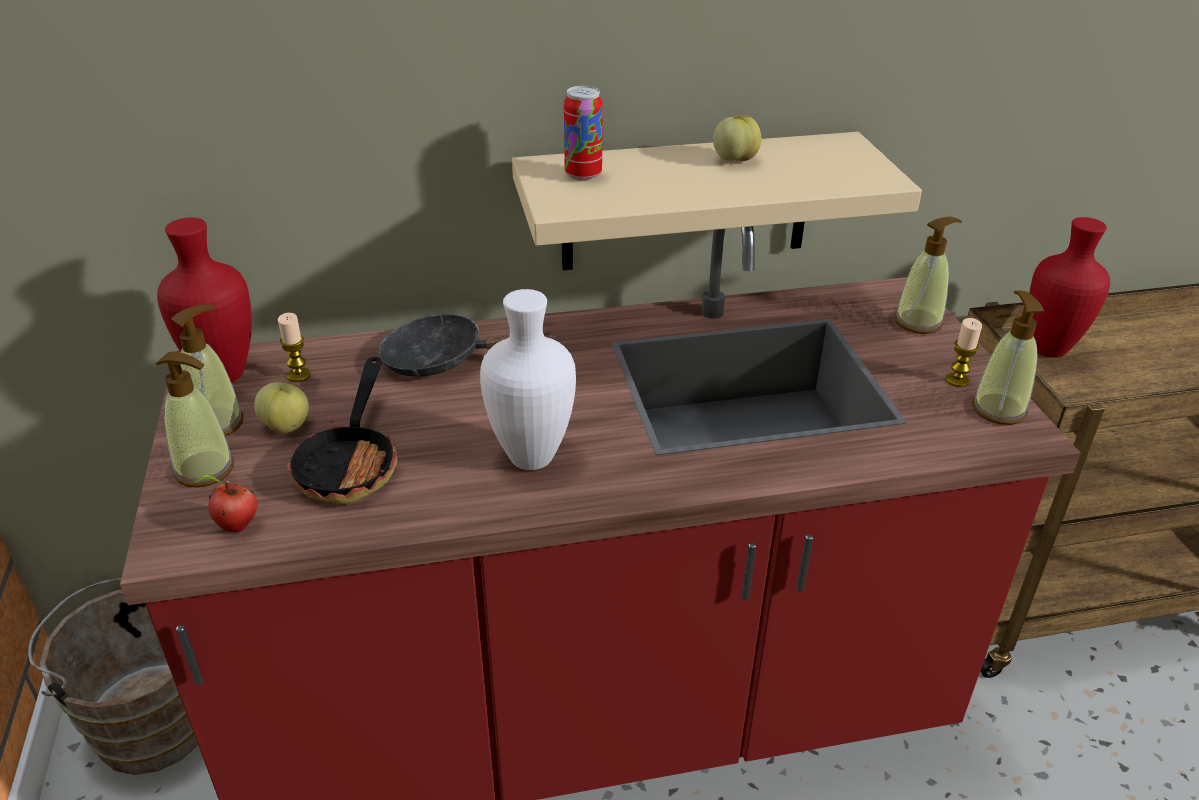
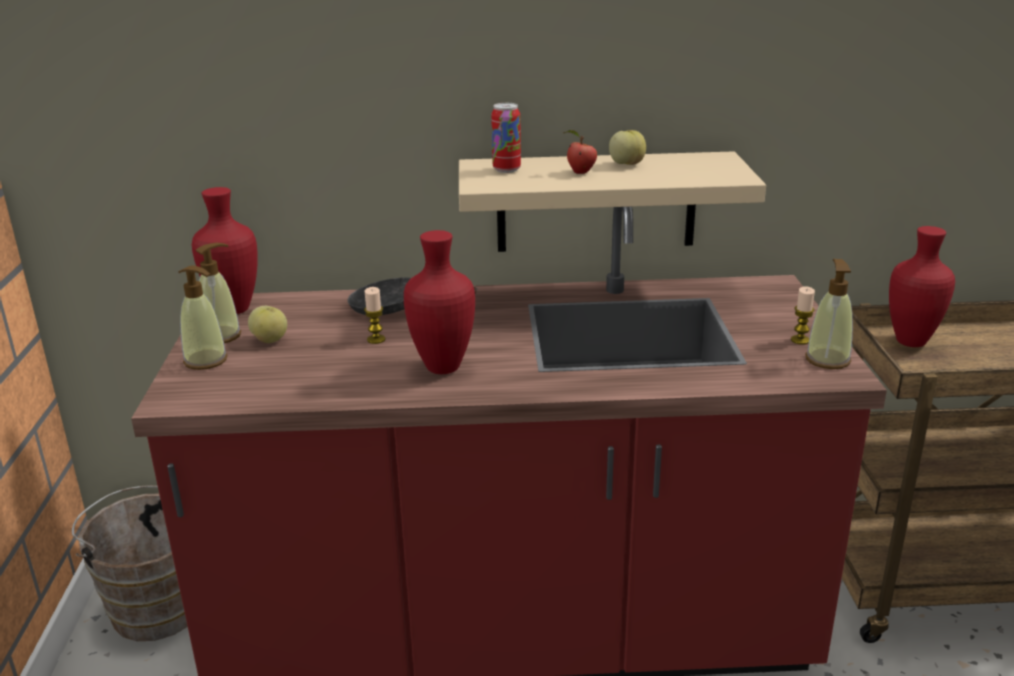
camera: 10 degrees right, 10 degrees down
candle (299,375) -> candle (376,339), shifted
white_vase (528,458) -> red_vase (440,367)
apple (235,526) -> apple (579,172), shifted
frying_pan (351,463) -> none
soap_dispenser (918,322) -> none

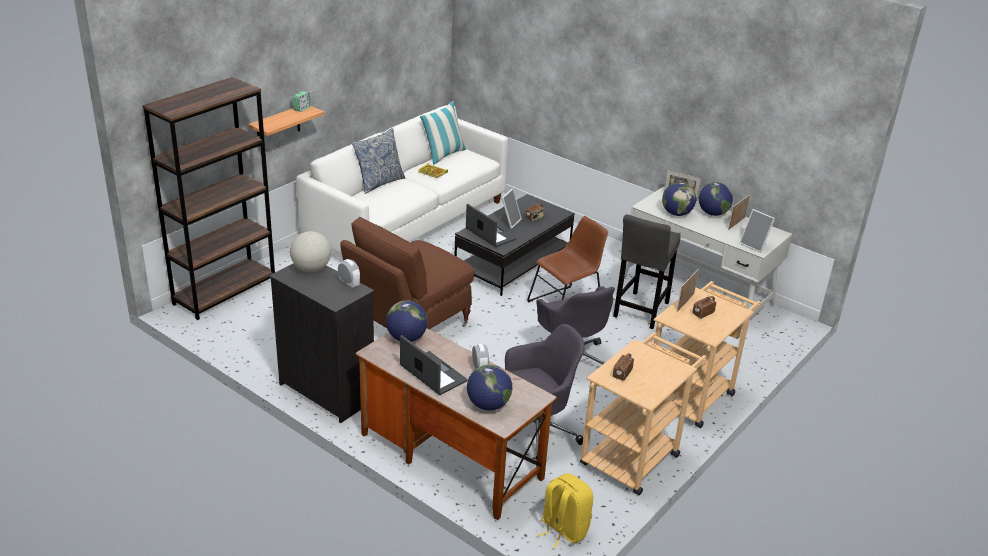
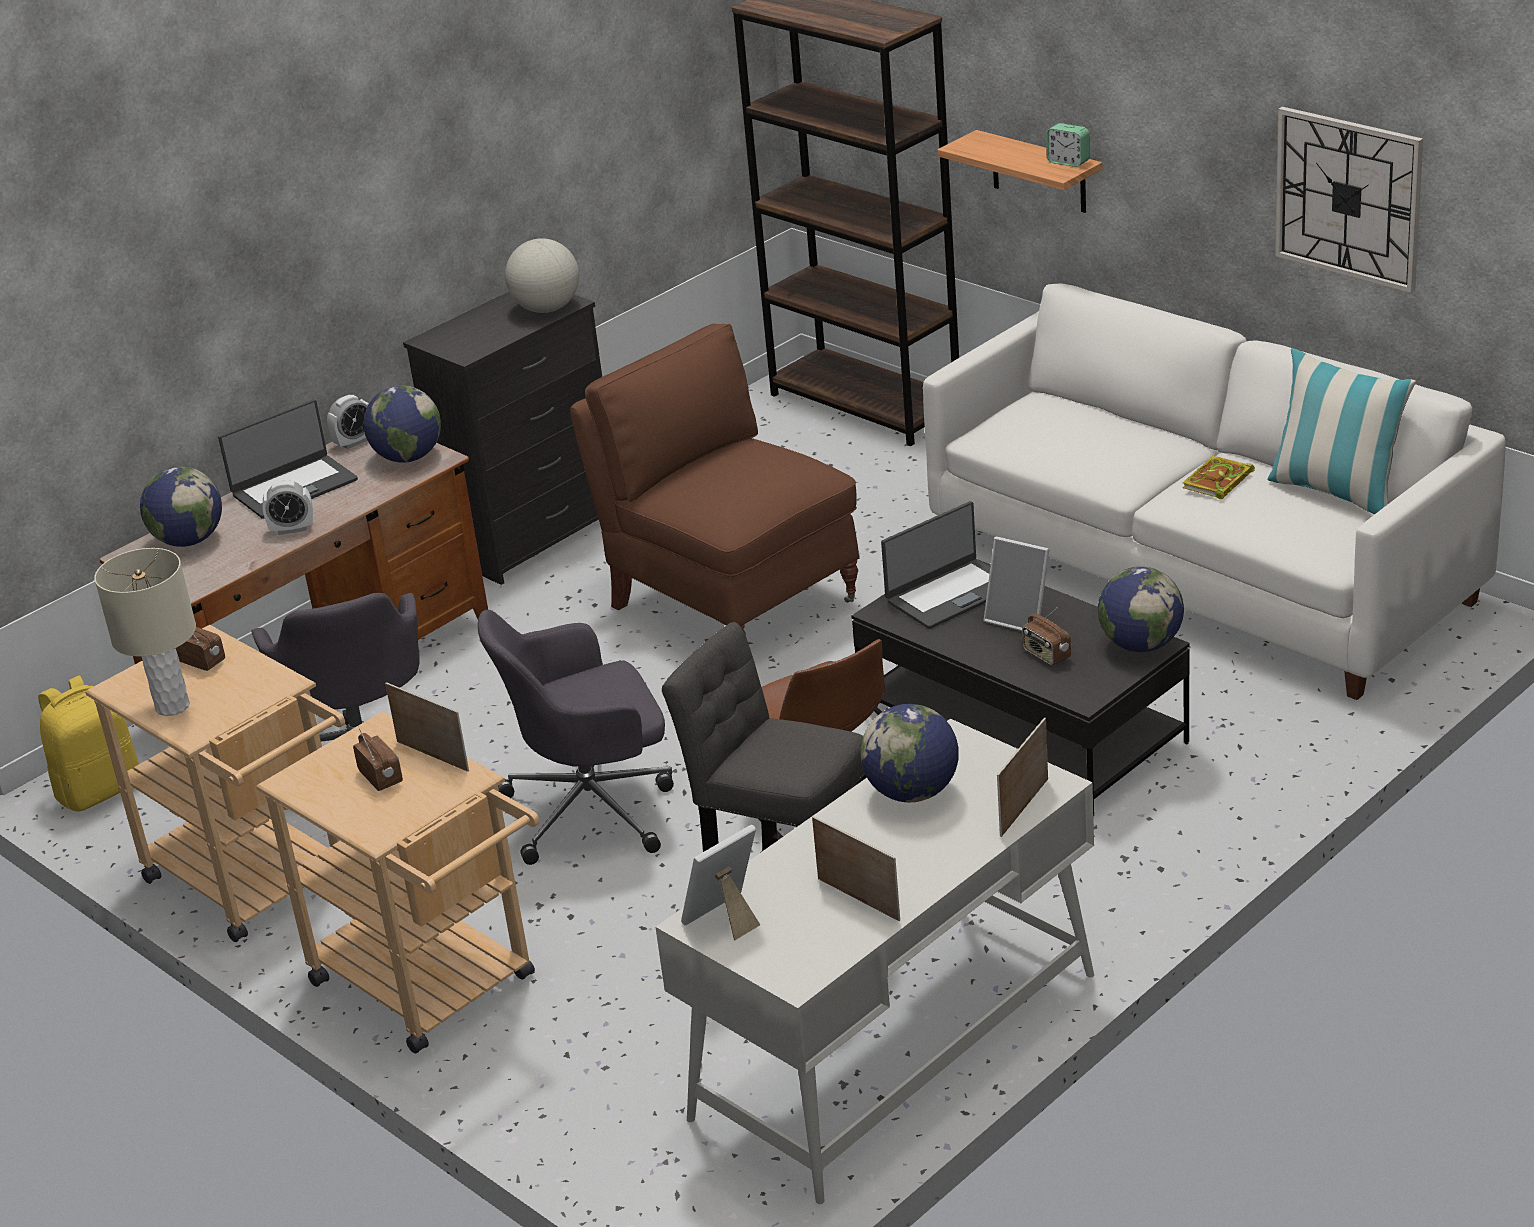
camera: 100 degrees right, 0 degrees up
none -> beige_table_lamp (172,707)
alarm_clock (349,284) -> alarm_clock (355,442), shifted
globe (712,213) -> globe (1141,645), shifted
none -> wall_clock (1348,198)
pillow (379,183) -> none

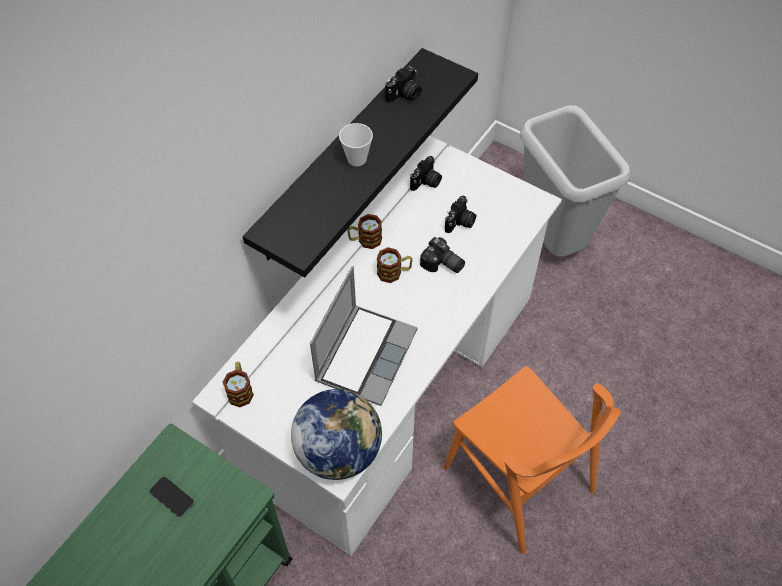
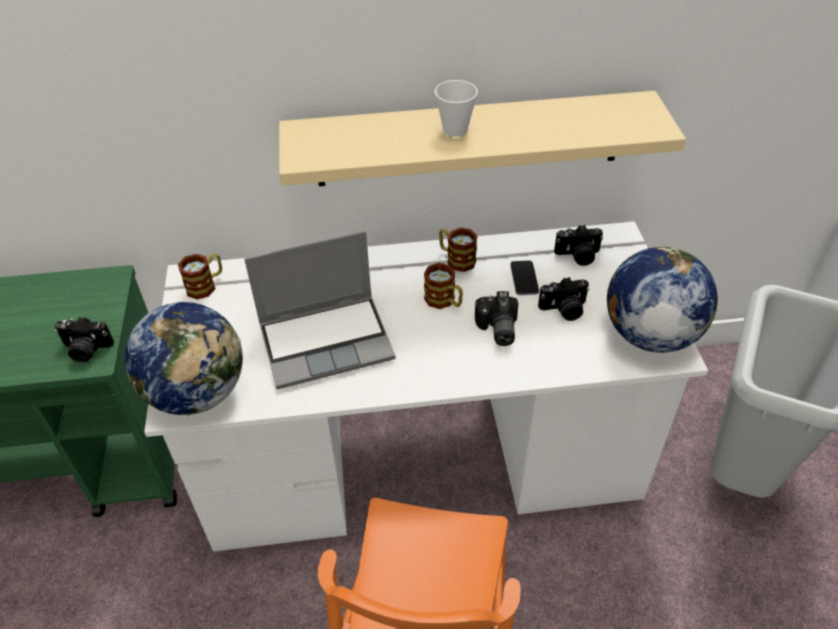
camera: 50 degrees right, 10 degrees down
photo_camera (405,95) -> photo_camera (86,350), shifted
black_shelf (340,156) -> beige_shelf (469,139)
phone (172,497) -> phone (524,279), shifted
none -> globe (649,334)

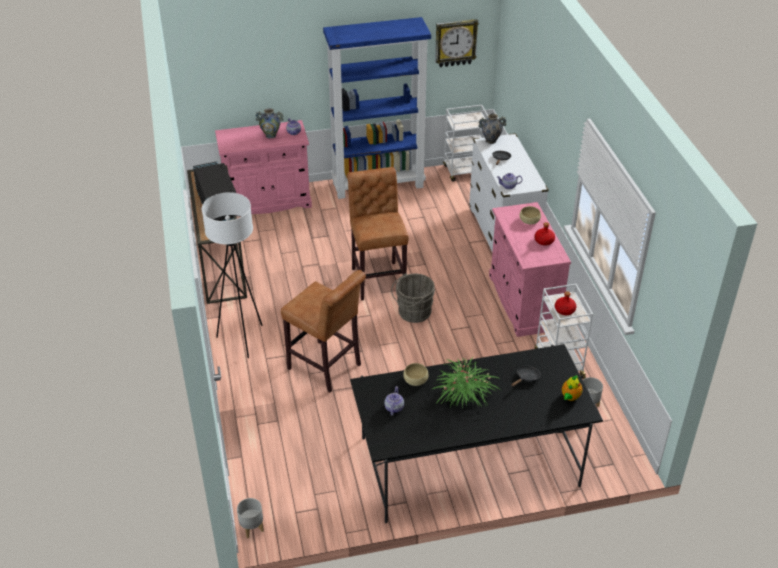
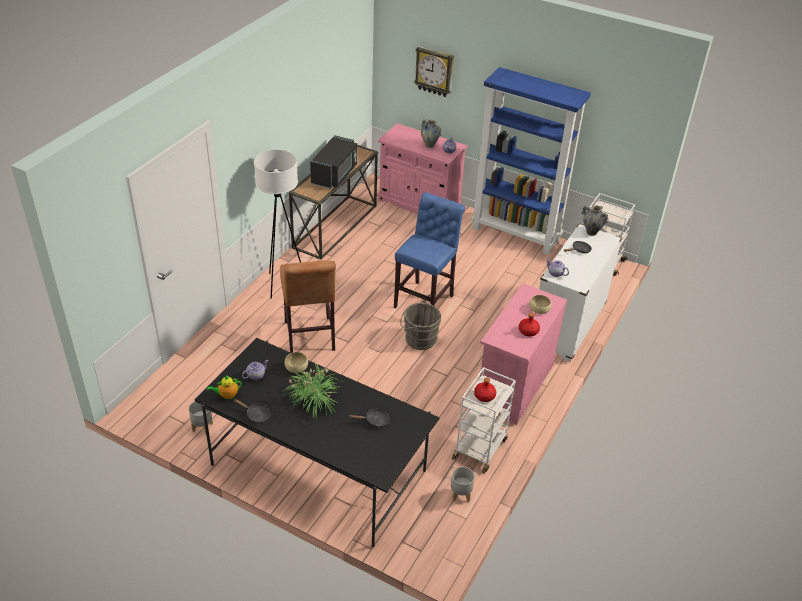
camera: 40 degrees right, 0 degrees up
grey_planter (252,528) -> grey_planter (202,427), shifted
teapot (570,397) -> teapot (227,395), shifted
none -> black_frying_pan (256,415)
brown_stool (378,278) -> blue_stool (425,300)
wall_clock (455,42) -> wall_clock (434,71), shifted

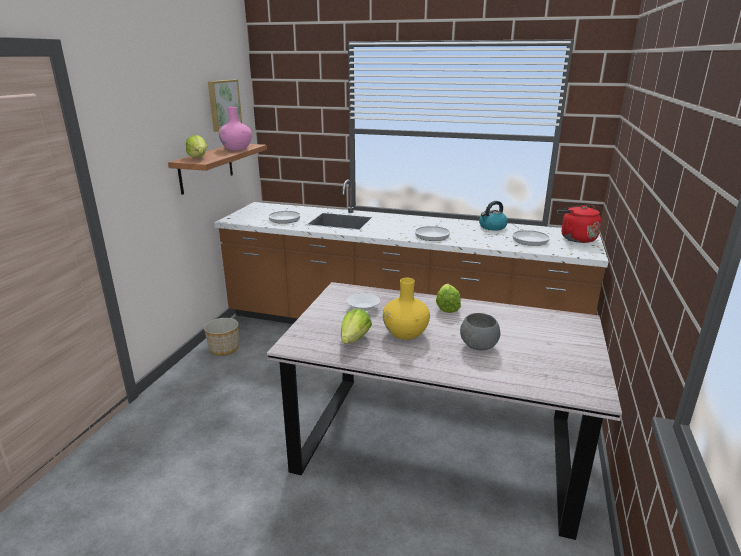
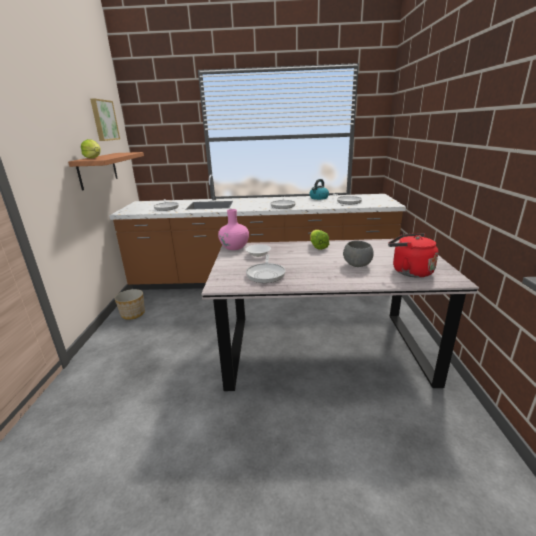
camera: 15 degrees left, 0 degrees up
pink_vase (236,149) -> pink_vase (234,247), shifted
lettuce (355,339) -> frying_pan (266,274)
red_kettle (576,238) -> red_kettle (409,271), shifted
yellow_vase (405,333) -> none

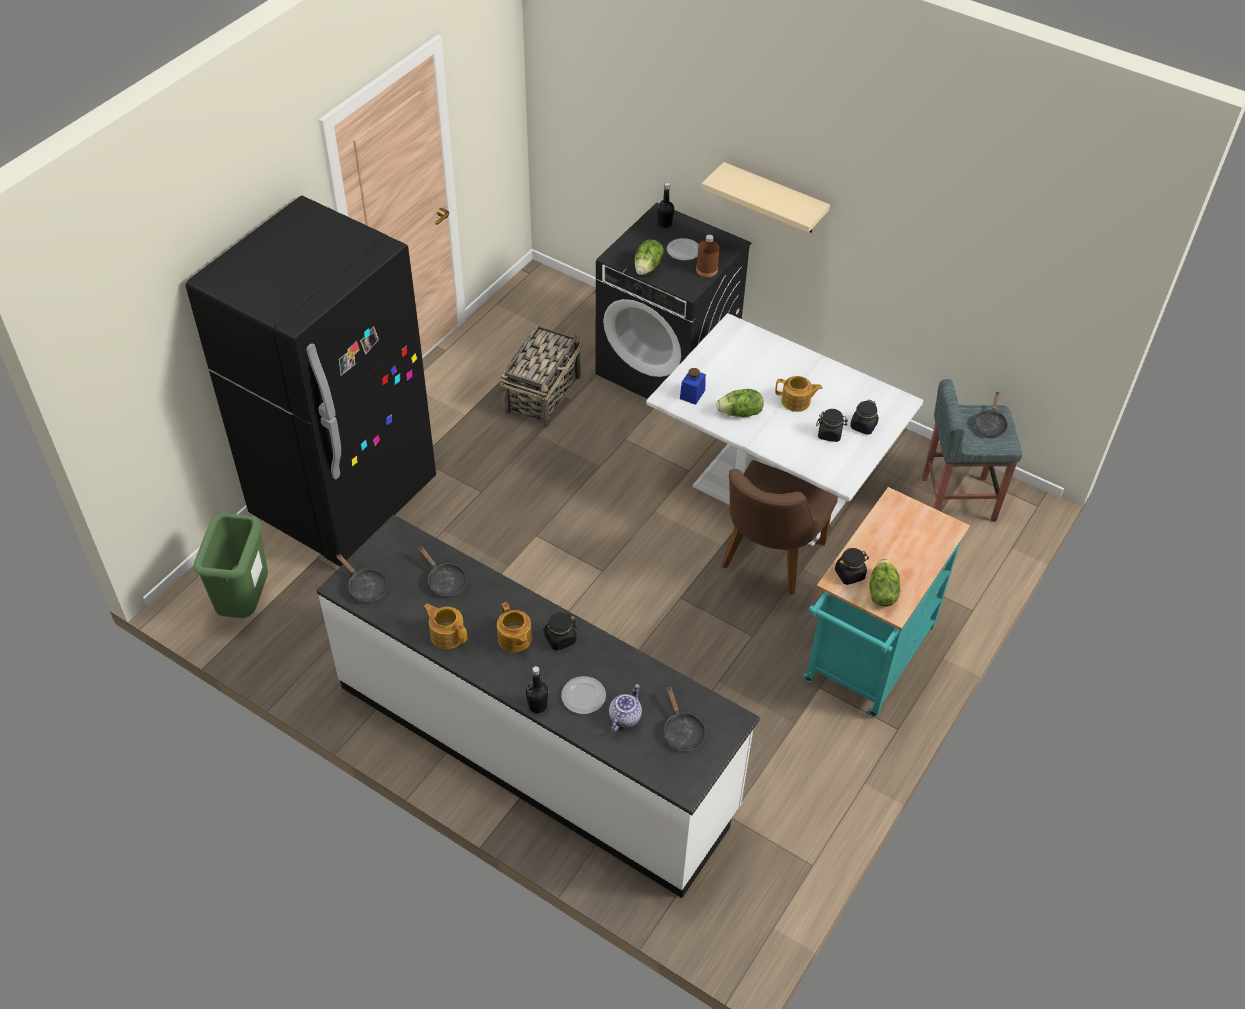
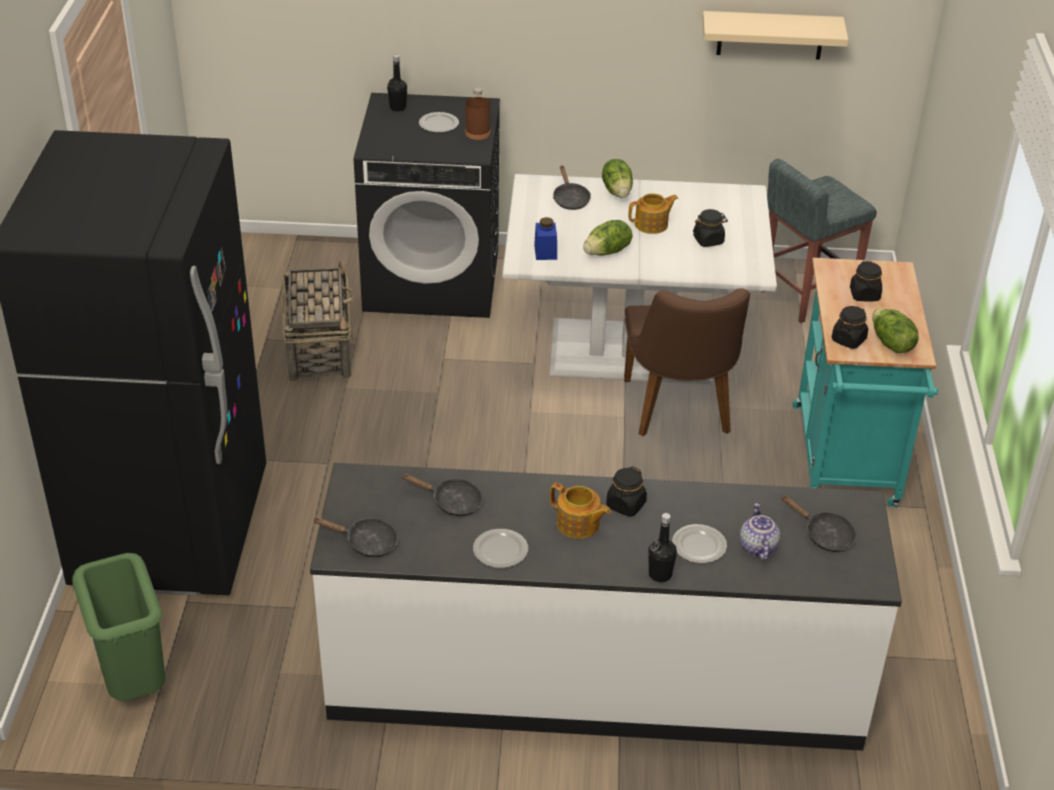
camera: 30 degrees left, 10 degrees down
teapot (447,634) -> plate (501,550)
black_frying_pan (989,424) -> black_frying_pan (570,199), shifted
lettuce (648,267) -> lettuce (618,191), shifted
beige_shelf (774,199) -> beige_shelf (770,35), shifted
black_jar (863,426) -> black_jar (864,295), shifted

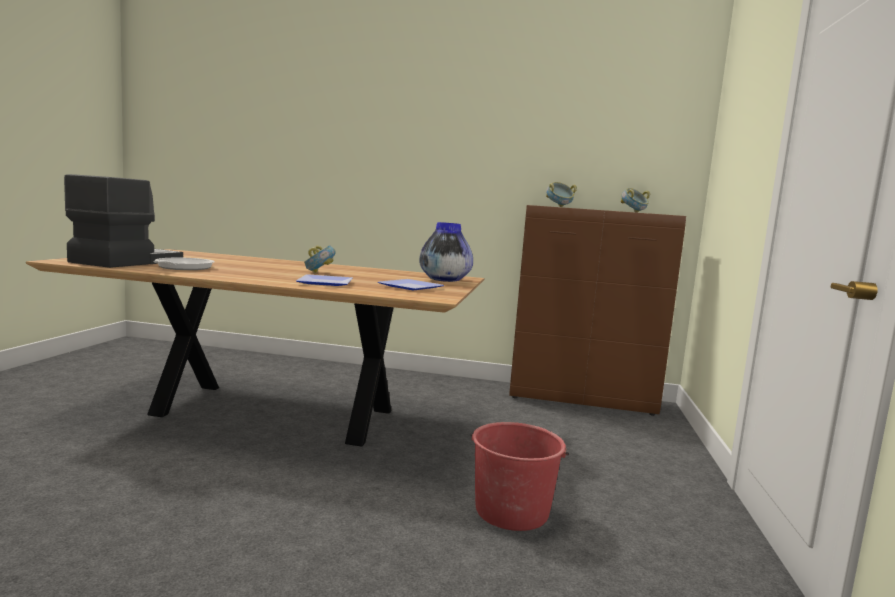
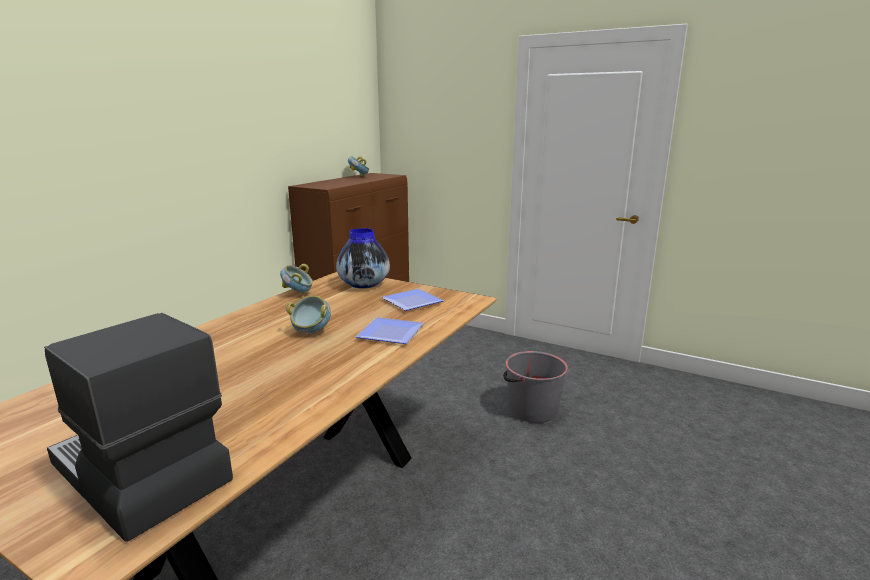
camera: 70 degrees left, 10 degrees up
bowl (558,207) -> bowl (298,294), shifted
red_bucket (511,510) -> grey_bucket (532,409)
frying_pan (182,268) -> none

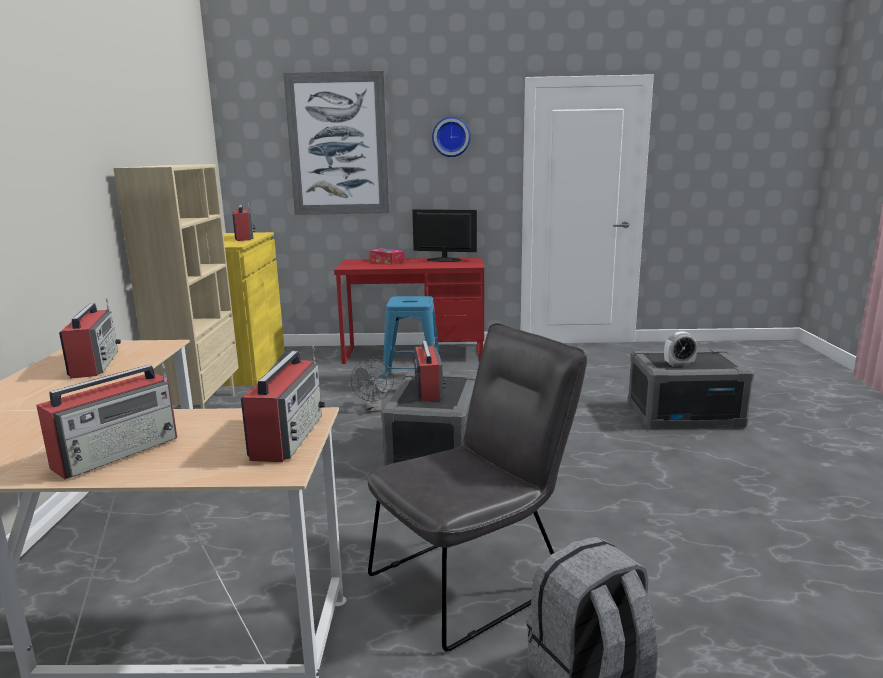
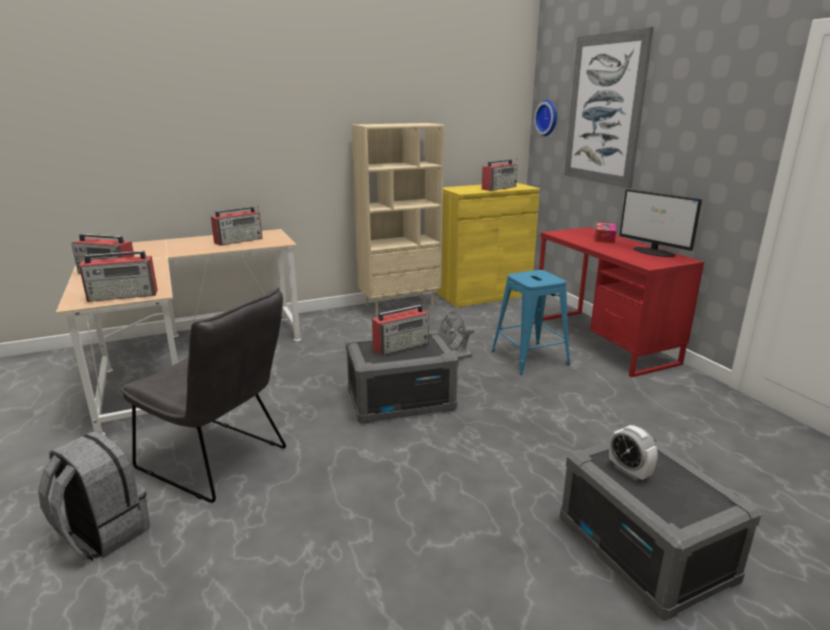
camera: 65 degrees right, 5 degrees up
wall_clock (451,137) -> wall_clock (548,118), shifted
monitor (444,260) -> monitor (654,252), 150 degrees clockwise

